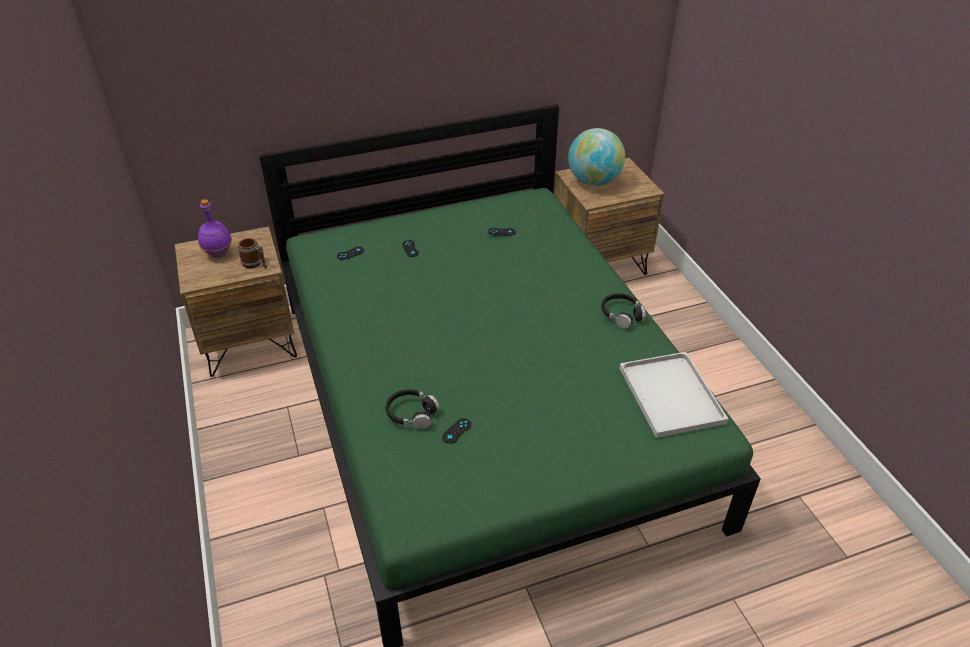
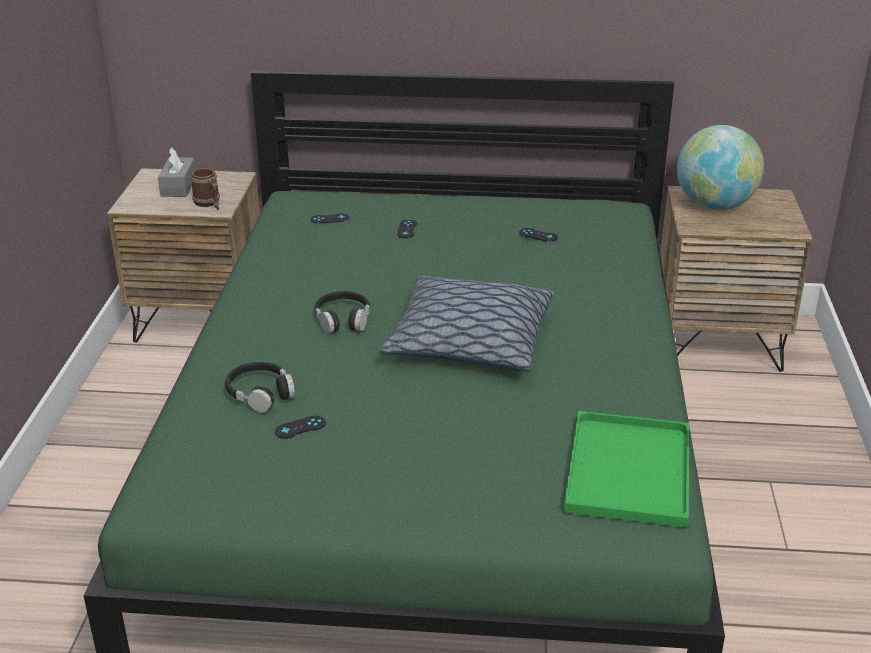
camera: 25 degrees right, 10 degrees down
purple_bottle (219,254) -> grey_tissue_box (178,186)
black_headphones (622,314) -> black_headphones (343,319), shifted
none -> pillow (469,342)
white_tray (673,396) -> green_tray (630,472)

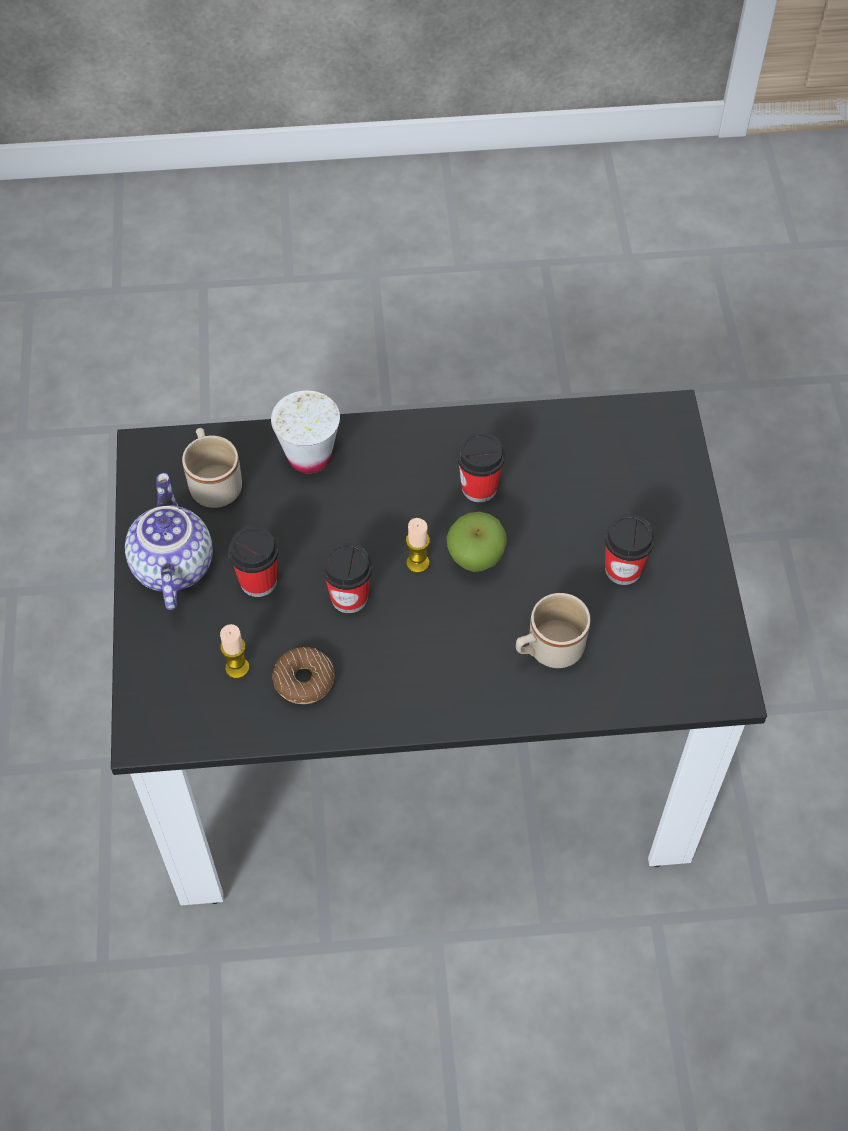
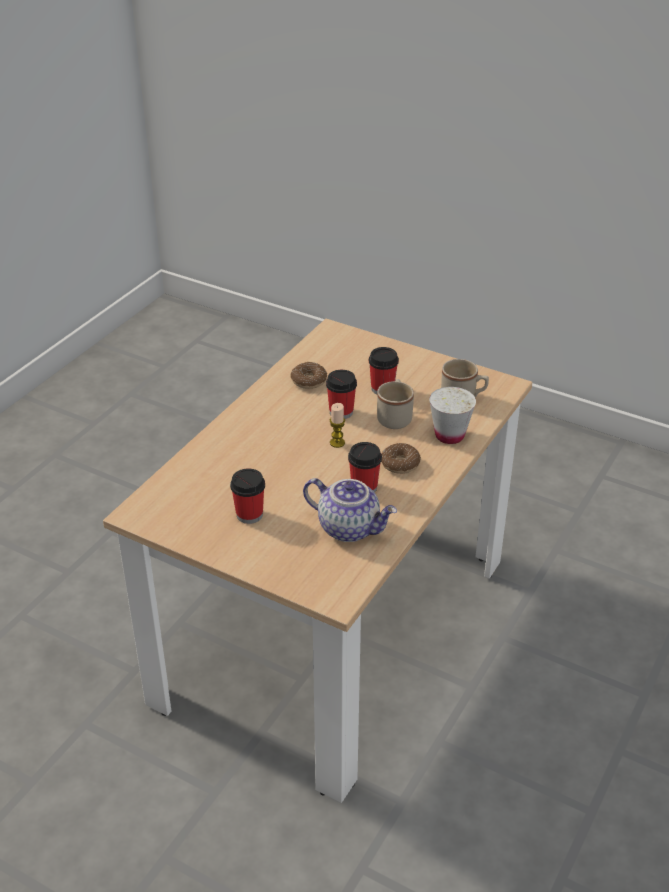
camera: 125 degrees right, 20 degrees down
black_dining_table (423,742) -> beige_dining_table (334,630)
teapot (171,565) -> teapot (350,528), shifted
beige_mug (548,650) -> beige_mug (395,417), shifted
none -> donut (400,464)
candle (237,668) -> none
apple (475,559) -> none

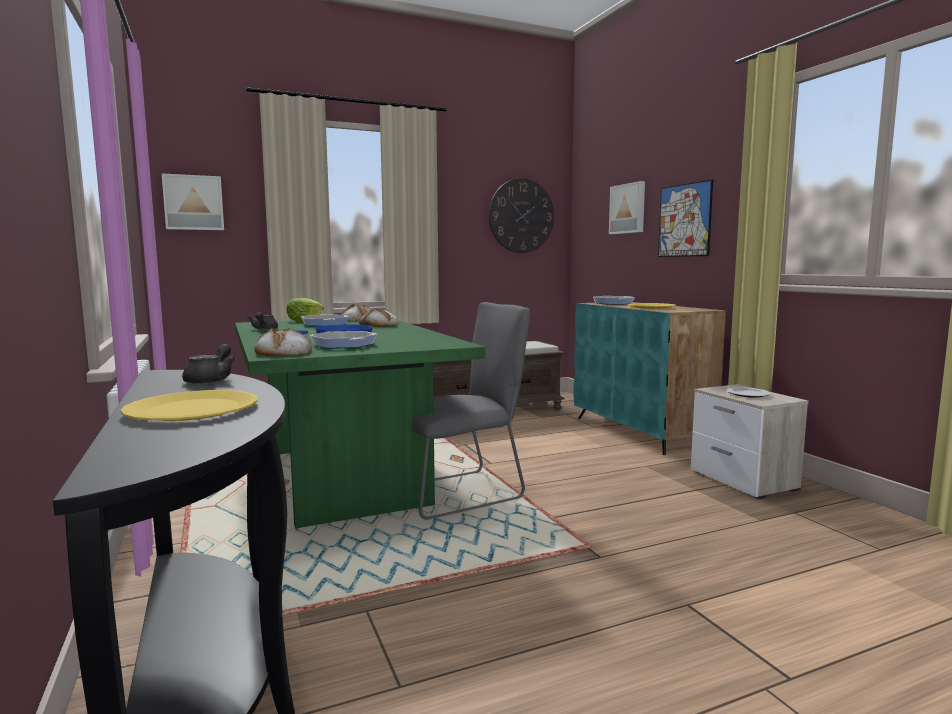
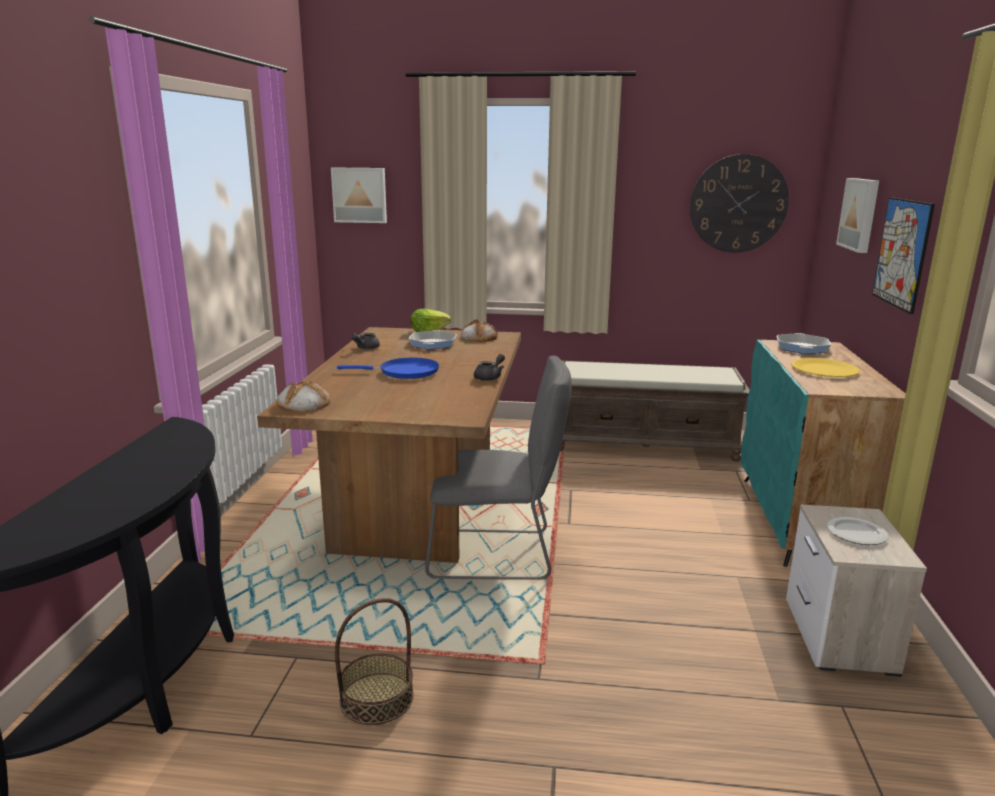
camera: 30 degrees right, 10 degrees up
green_dining_table (345,477) -> brown_dining_table (419,504)
none -> basket (376,698)
grey_teapot (211,380) -> grey_teapot (490,377), shifted
yellow_plate (192,409) -> none
frying_pan (344,344) -> none
bread (379,325) -> none

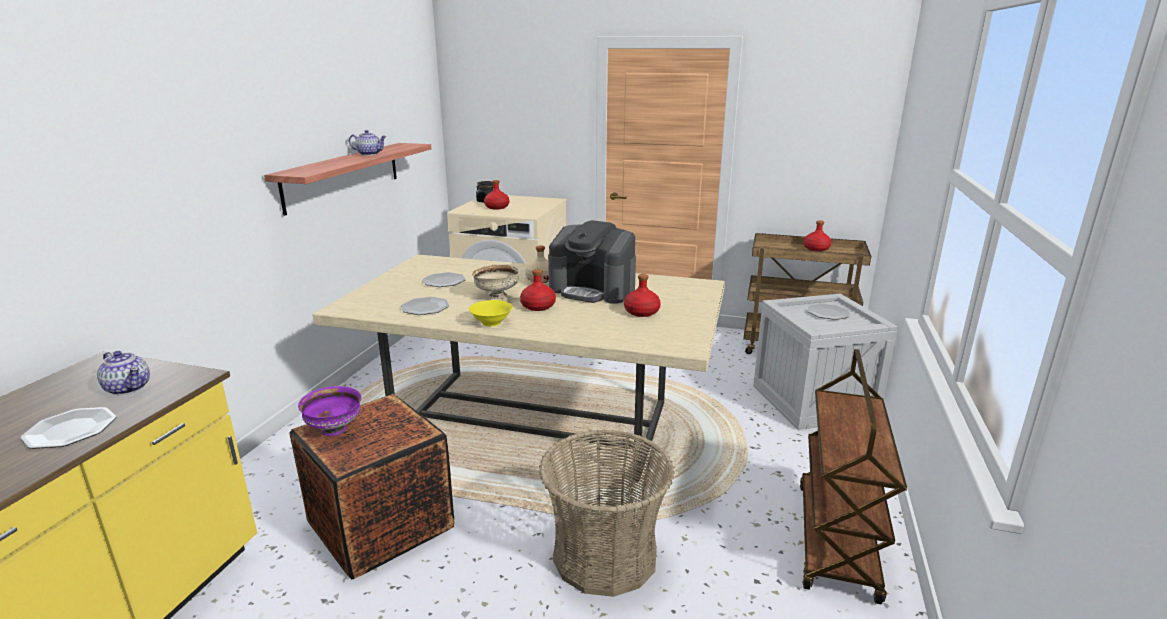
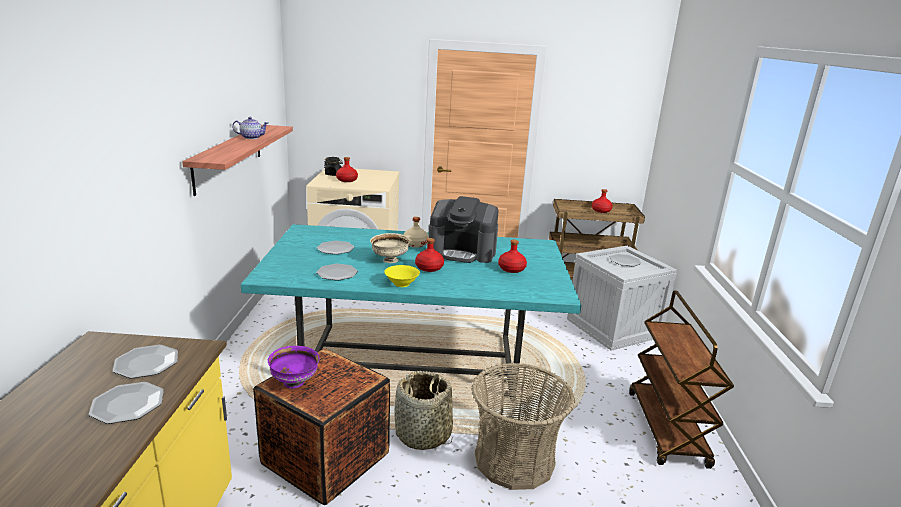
camera: 15 degrees left, 0 degrees up
teapot (128,388) -> plate (146,363)
beige_dining_table (537,422) -> turquoise_dining_table (415,361)
none -> basket (423,435)

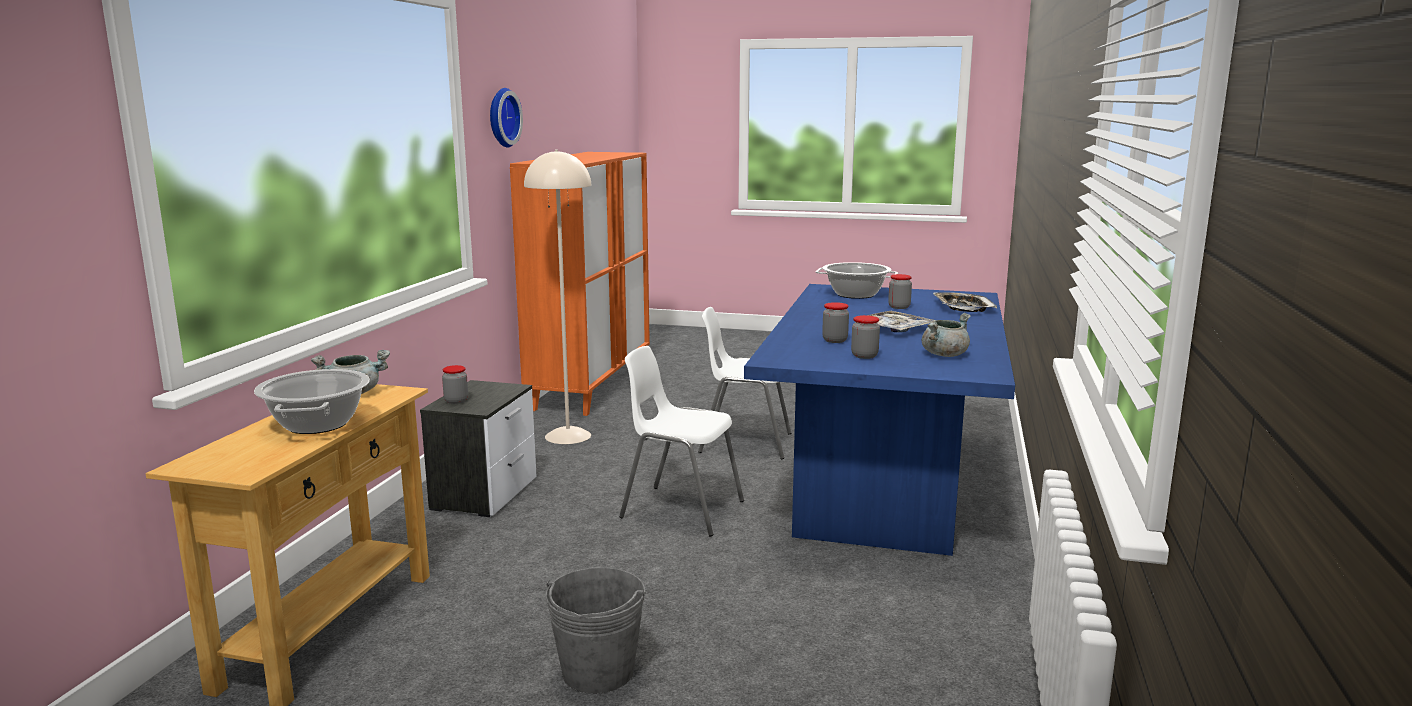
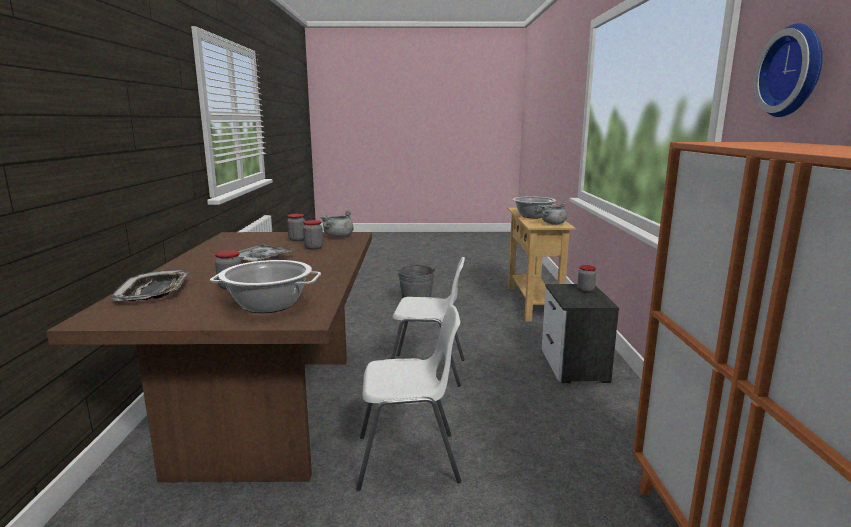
camera: 165 degrees right, 0 degrees up
blue_dining_table (882,491) -> brown_dining_table (270,409)
grey_cooking_pot (944,354) -> grey_cooking_pot (338,237), shifted
beige_floor_lamp (568,435) -> none

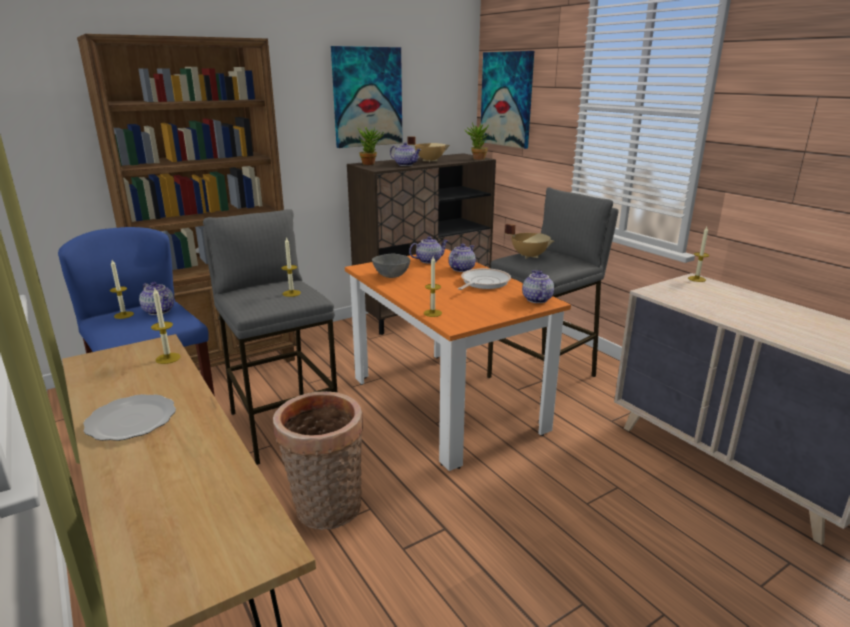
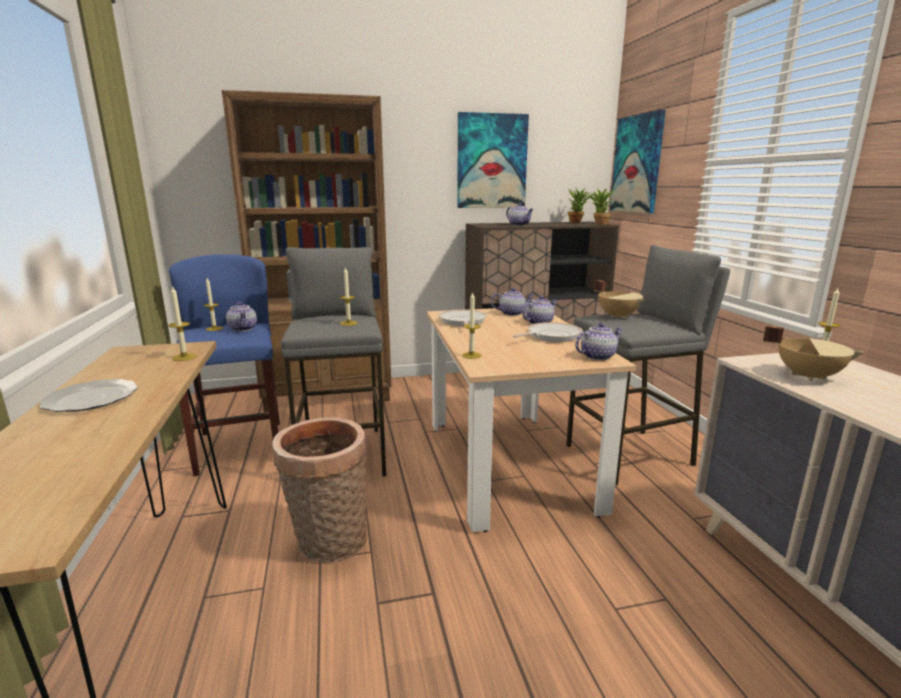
camera: 20 degrees right, 5 degrees down
orange_dining_table (446,404) -> beige_dining_table (508,464)
grey_bowl (391,276) -> frying_pan (462,322)
potted_plant (371,163) -> potted_plant (577,222), shifted
teapot (536,299) -> teapot (597,356), 45 degrees clockwise
beige_cooking_pot (429,161) -> beige_cooking_pot (807,376), shifted

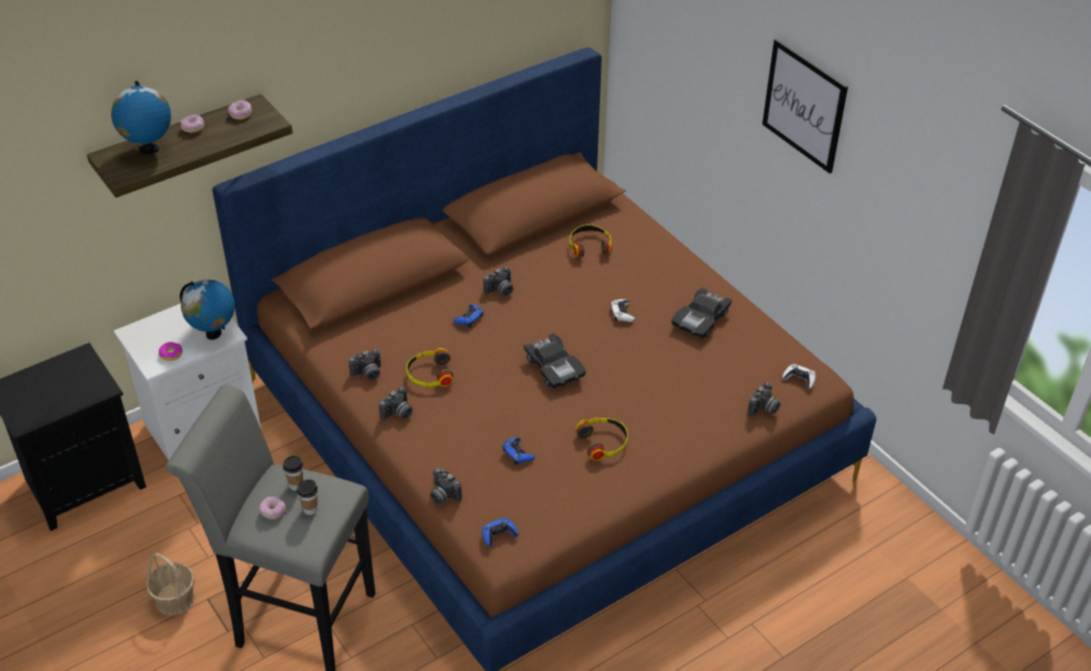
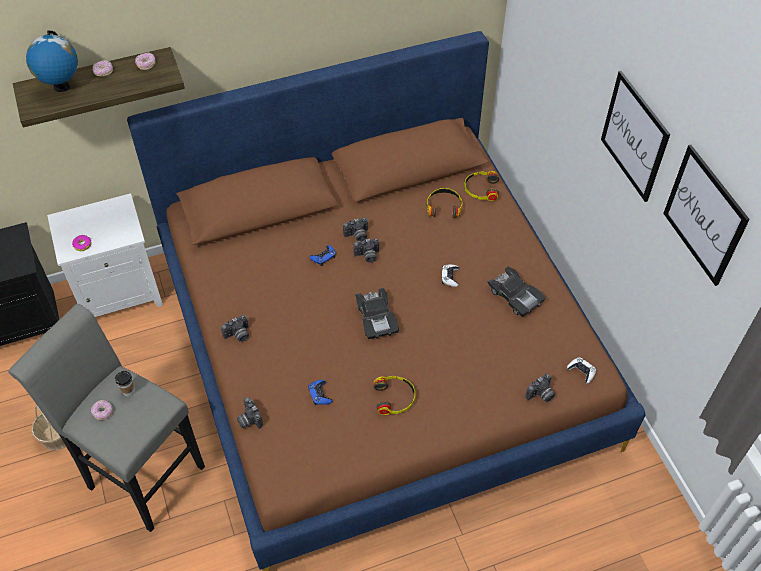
camera: 15 degrees right, 10 degrees up
photo_camera (368,374) -> photo_camera (367,256), shifted
headphones (429,374) -> headphones (481,189), shifted
black_toy_car (701,319) -> black_toy_car (515,296), 90 degrees counterclockwise
none -> picture (704,215)
globe (213,334) -> none
cup (310,509) -> none
blue_game_controller (498,534) -> none

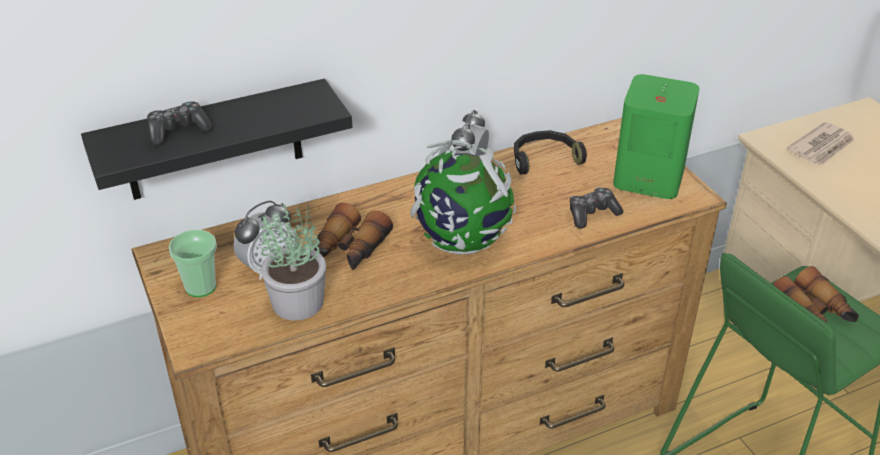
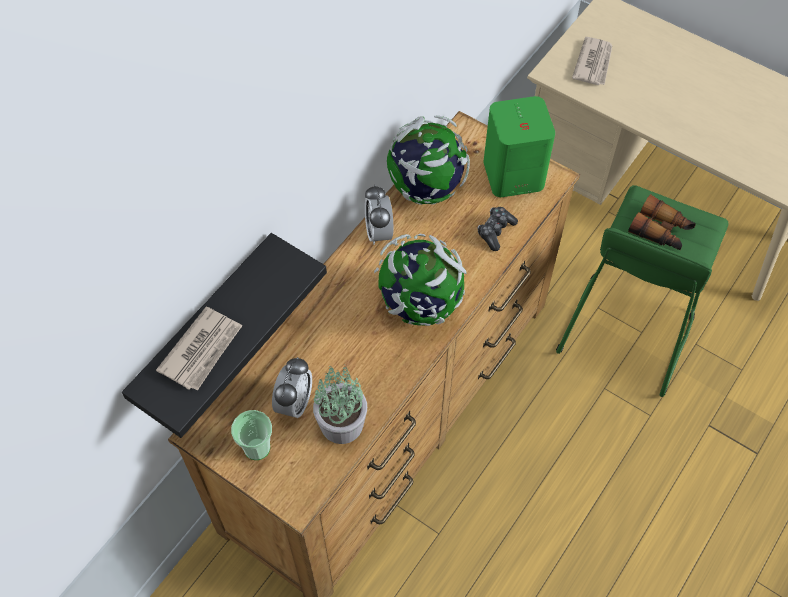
camera: 30 degrees left, 20 degrees up
game_controller (178,131) -> newspaper (202,350)
black_headphones (544,158) -> globe (425,189)
binoculars (349,250) -> none

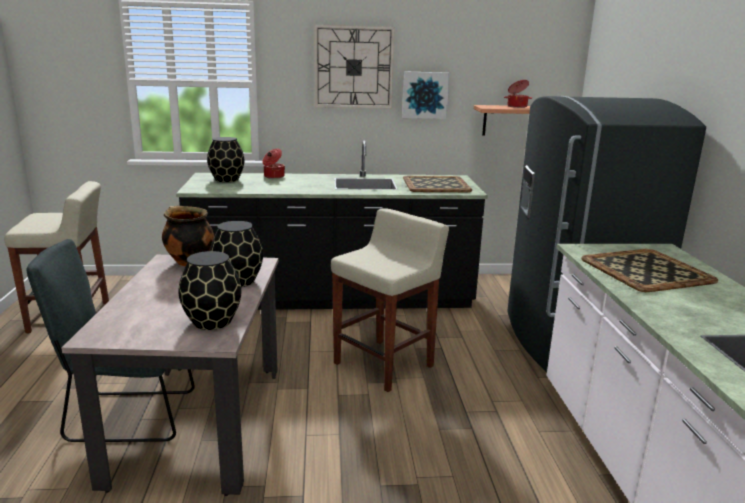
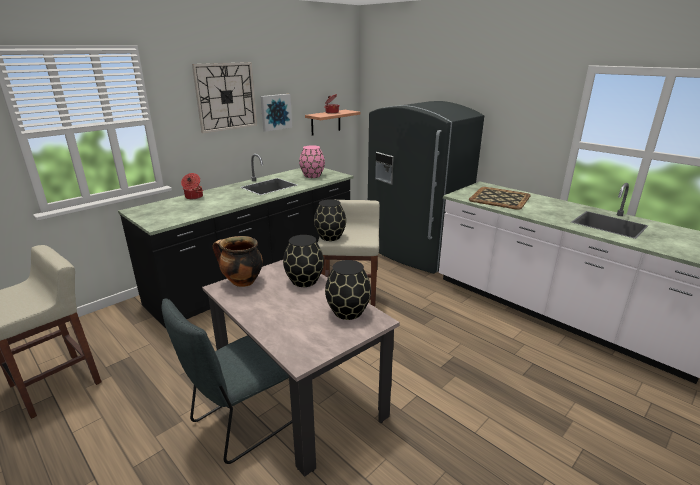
camera: 40 degrees left, 5 degrees up
tray (436,184) -> pink_vase (312,175)
black_vase (226,179) -> black_vase (330,237), shifted

